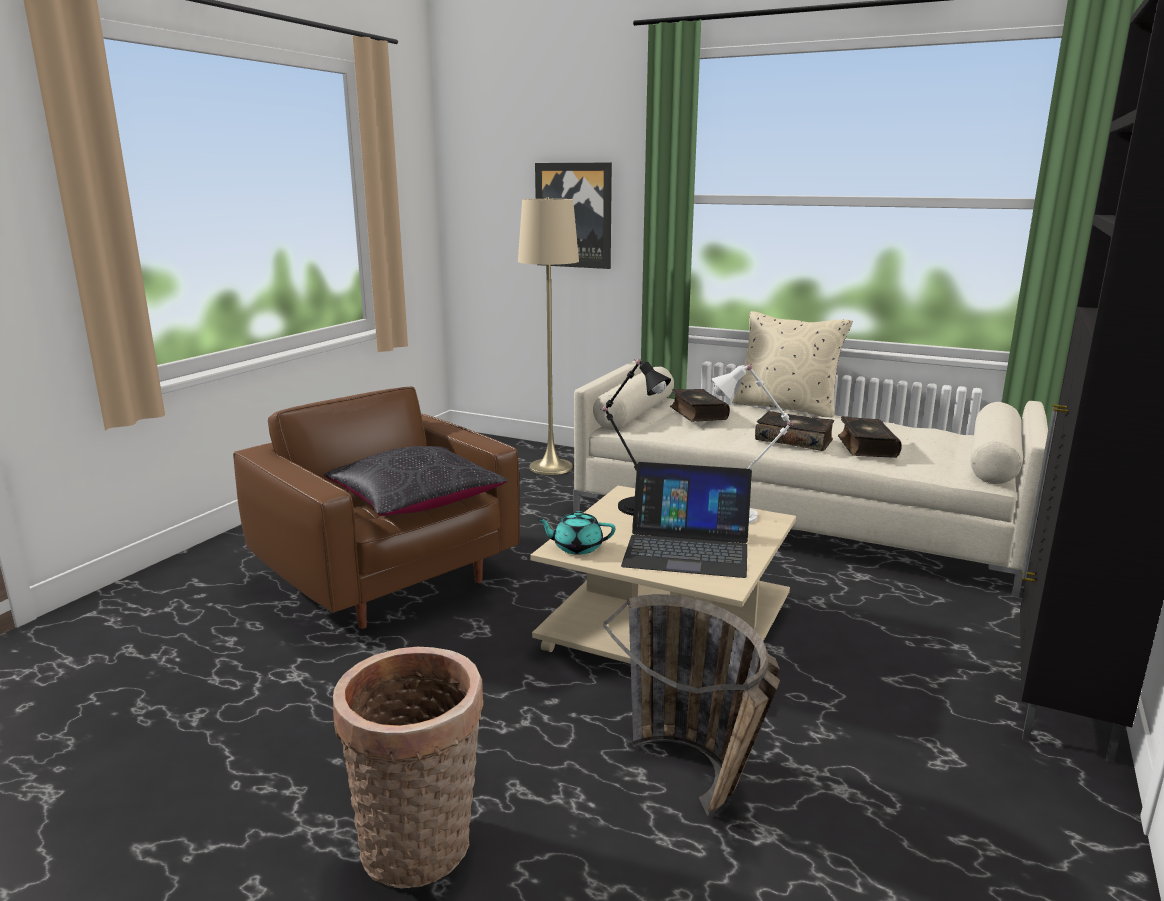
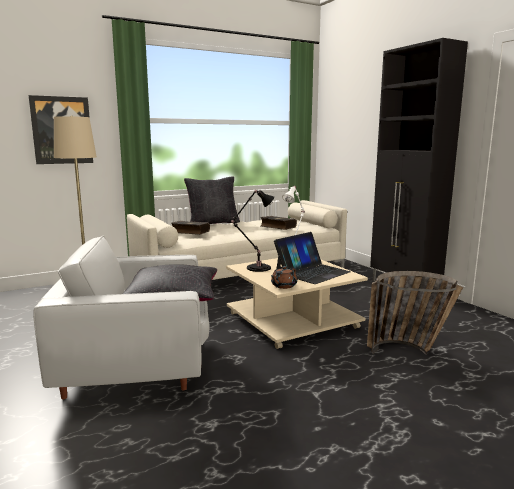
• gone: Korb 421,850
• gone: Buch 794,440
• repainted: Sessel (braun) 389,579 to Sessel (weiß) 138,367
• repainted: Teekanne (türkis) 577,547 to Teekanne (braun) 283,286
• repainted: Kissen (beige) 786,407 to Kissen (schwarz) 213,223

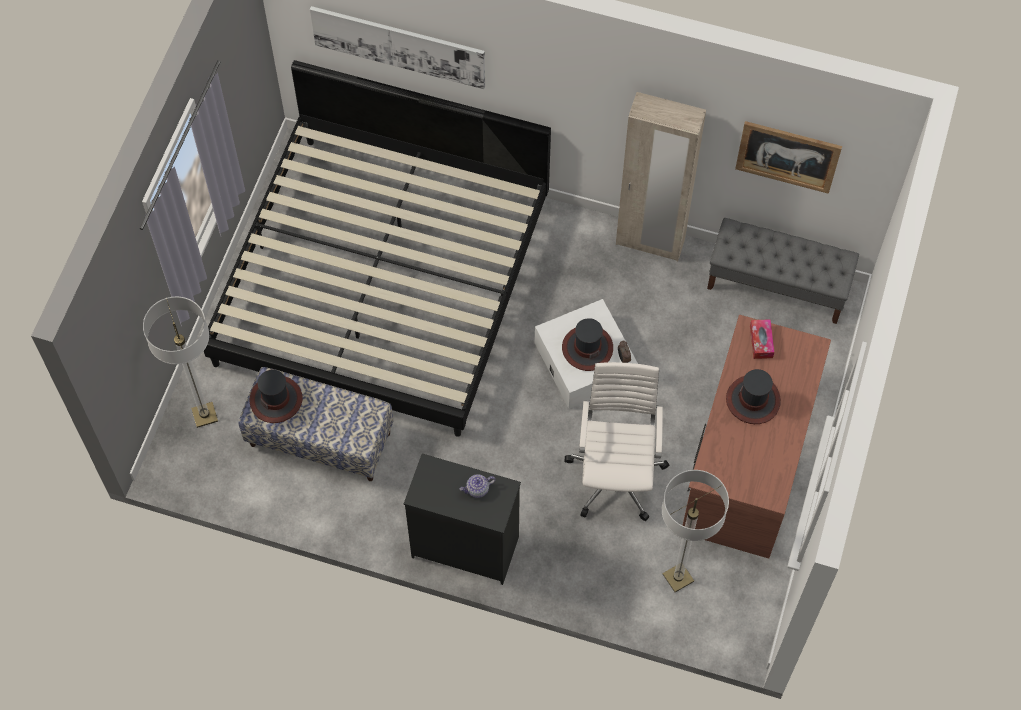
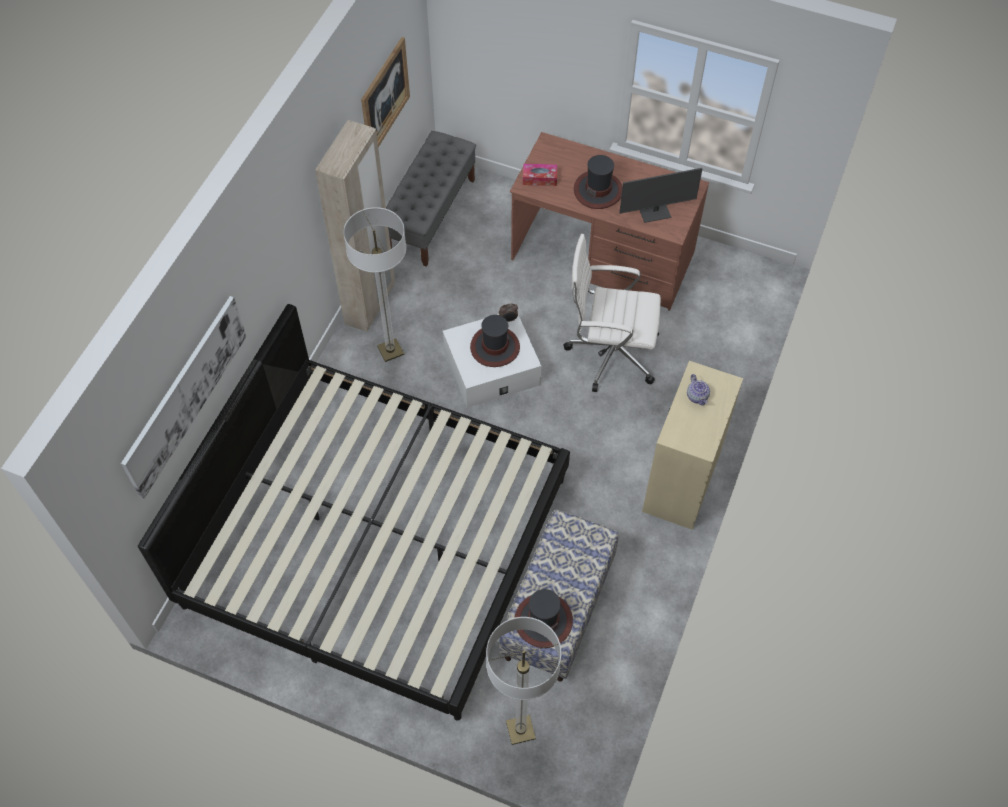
• new: Monitor 654,212
• shifted: Stehlampe 678,578 to 390,351
• repainted: Kommode (schwarz) 465,546 to Kommode (beige) 680,481

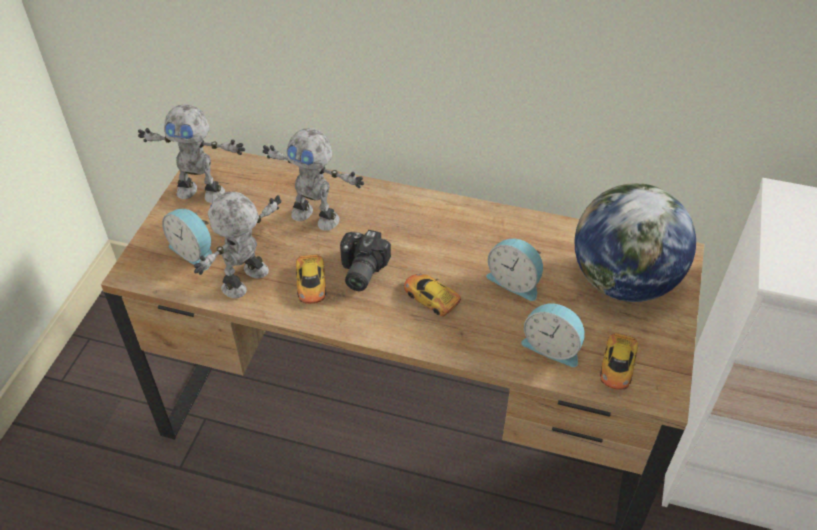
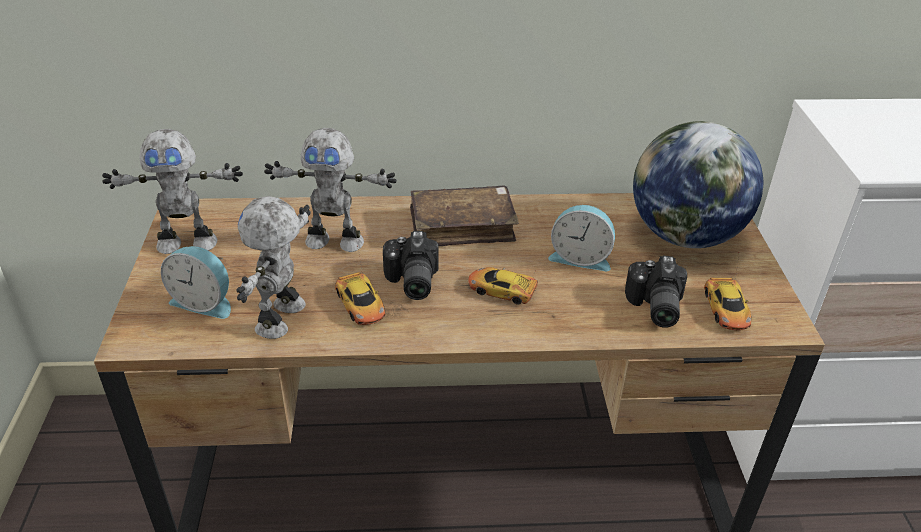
• new: Buch (braun) 462,226
• swapped: Wecker 552,346 to Kamera 653,307

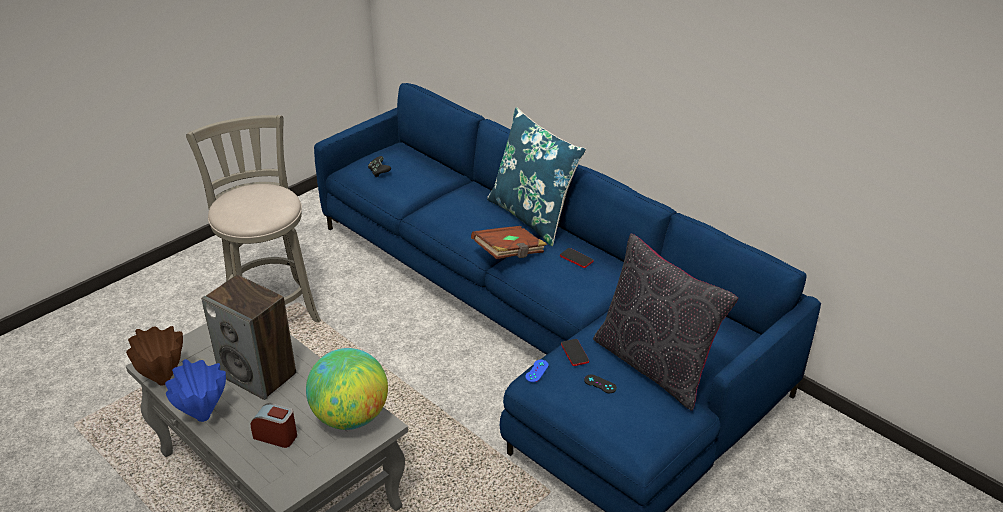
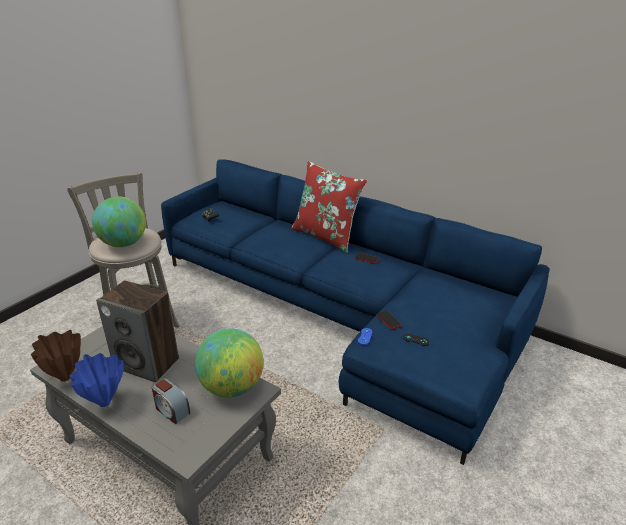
• gone: Buch (braun) 509,253
• gone: Kissen (schwarz) 654,365
• new: Globus 124,243
• repainted: Kissen (blau) 532,216 to Kissen (rot) 326,236
• rotated: Wecker 276,436 = 171,410 150 degrees counterclockwise

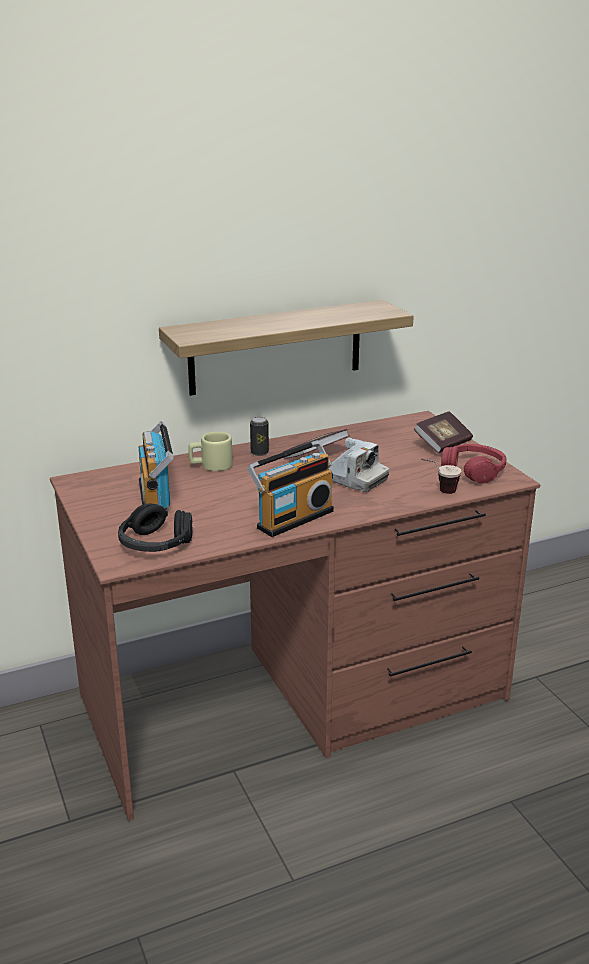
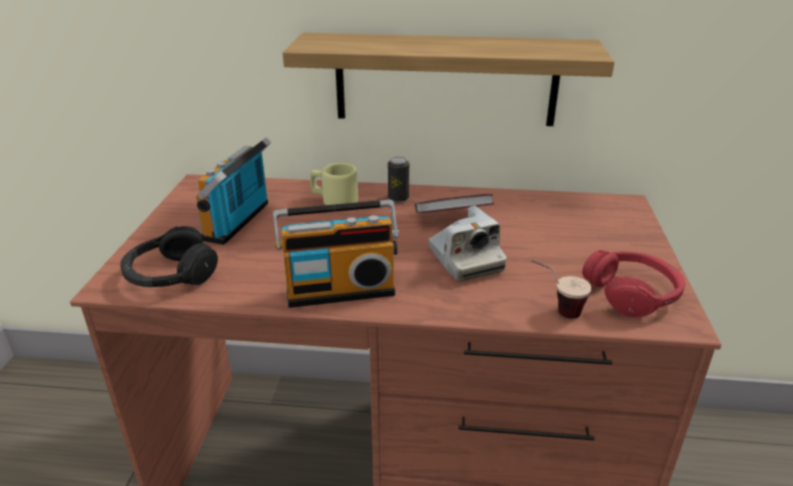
• gone: Buch 443,444

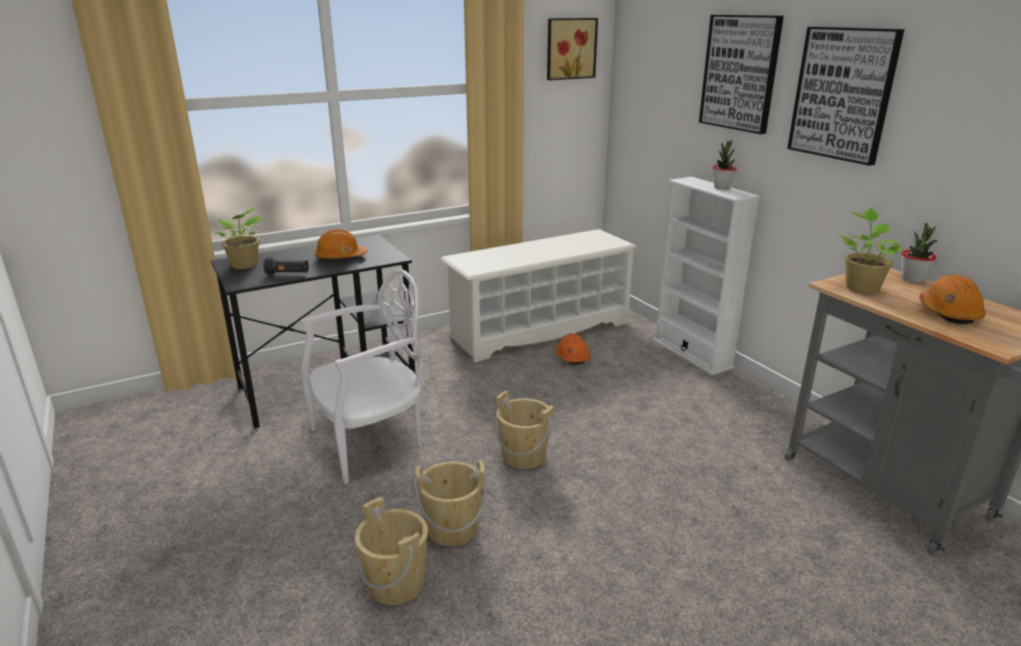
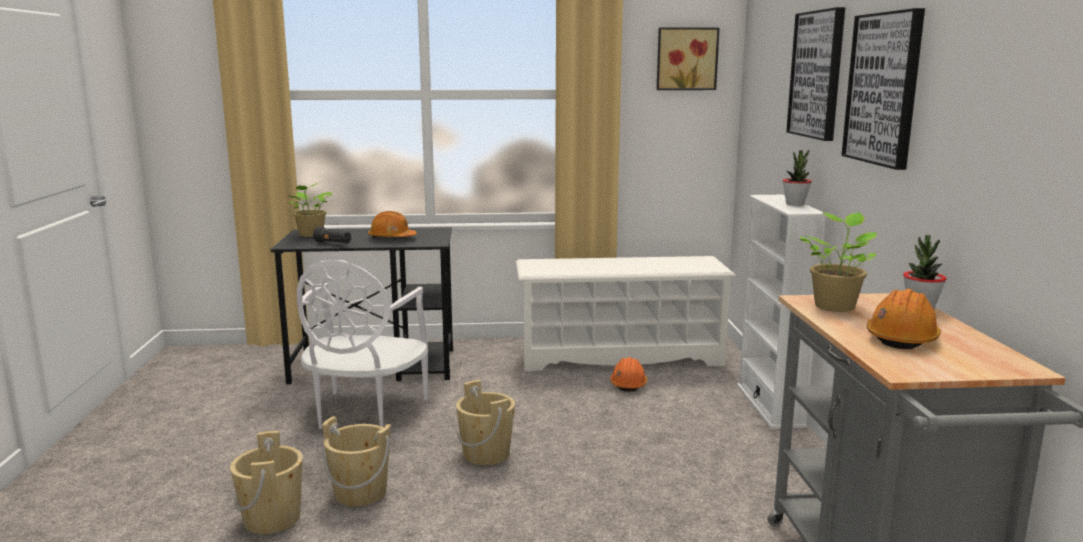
• rotated: Stuhl (weiß) 370,441 = 365,413 105 degrees clockwise

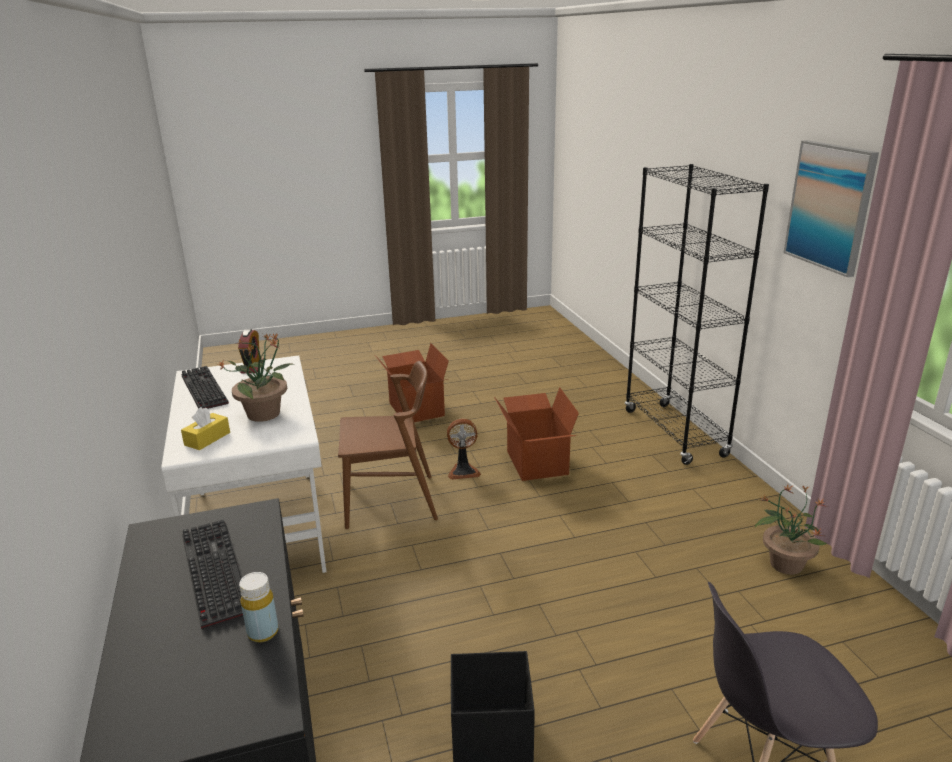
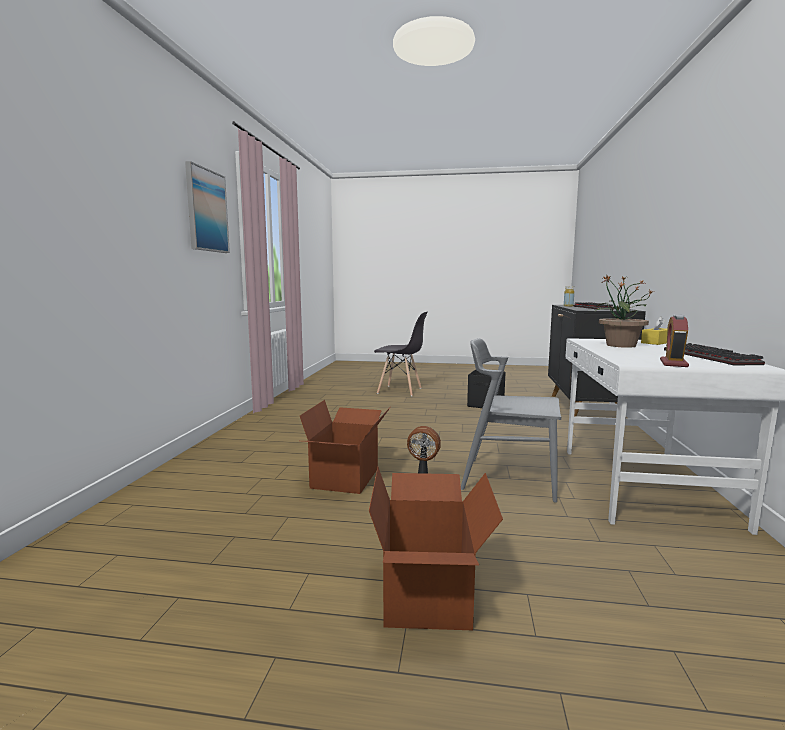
• gone: Bücherregal (schwarz) 674,433
• gone: Topfpflanze 785,563
• repainted: Stuhl (braun) 391,501 to Stuhl (grau) 509,479

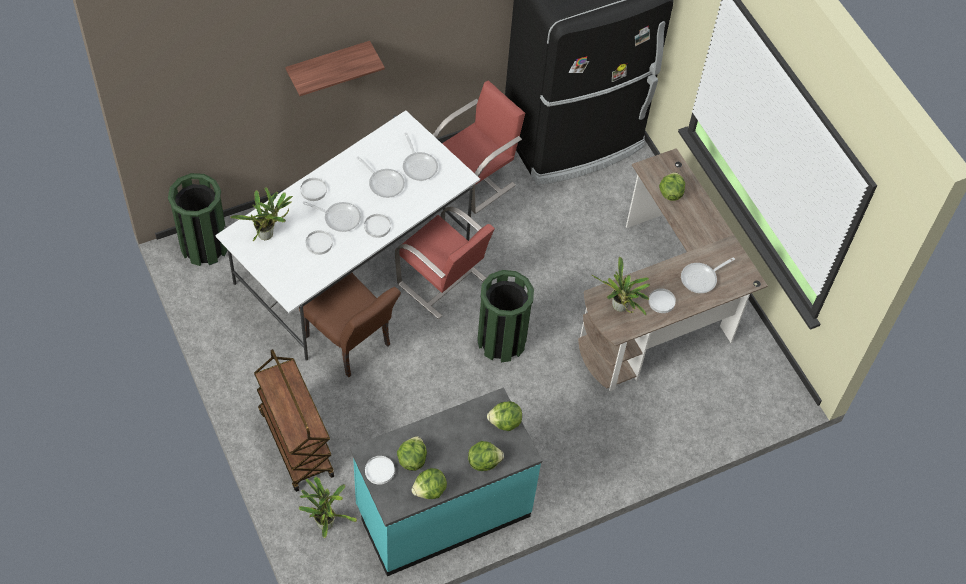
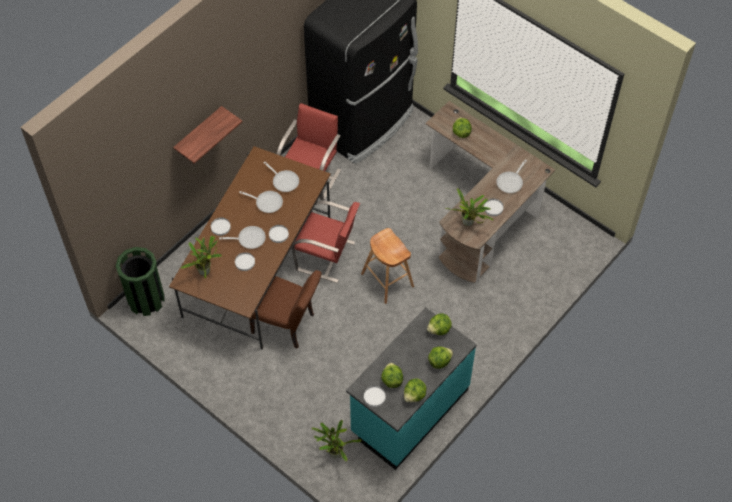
• gone: Rollwagen (braun) 295,442
• swapped: Mülleimer (grün) 501,341 to Hocker (braun) 387,280
• repainted: Esstisch (weiß) 352,263 to Esstisch (braun) 257,269

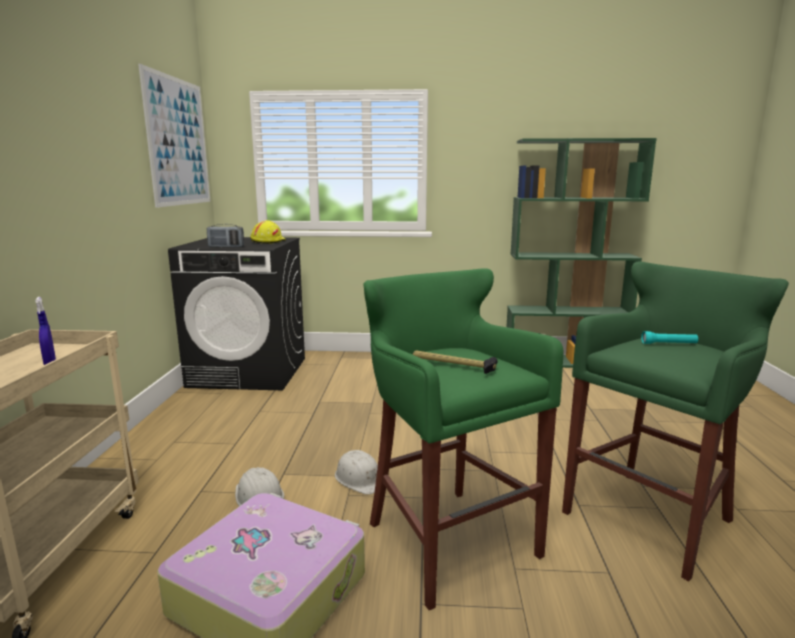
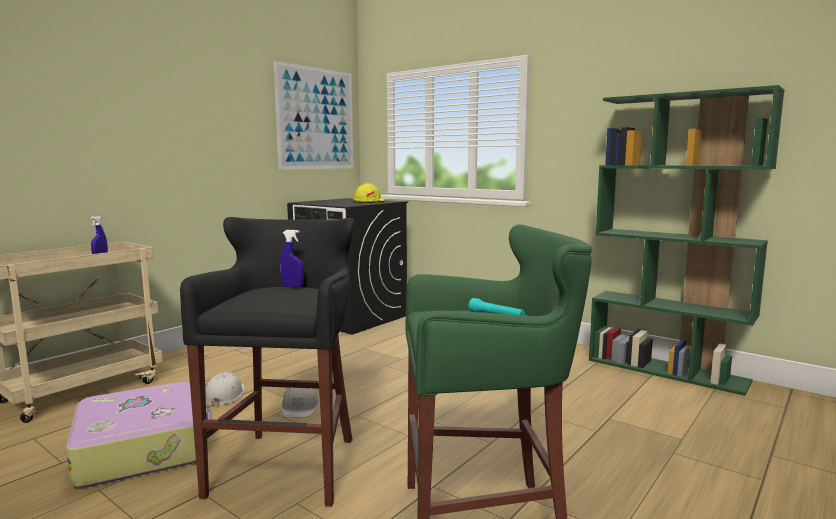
• gone: Radio 226,247
• gone: Hammer 453,365
• new: Sprühflasche (blau) 292,287
• repainted: Hocker (grün) 447,538 to Hocker (schwarz) 288,464

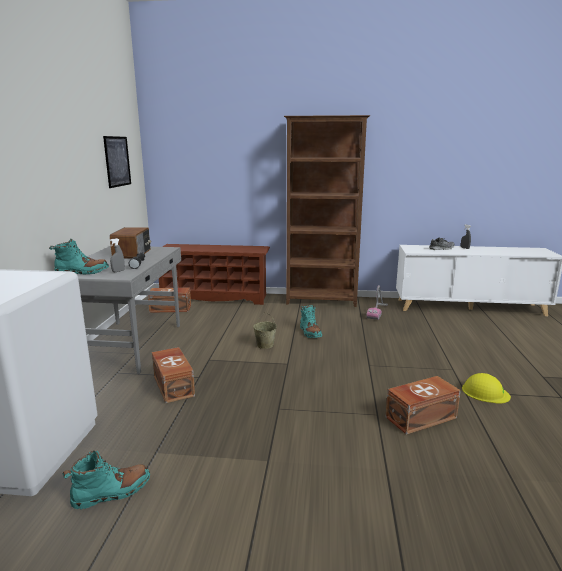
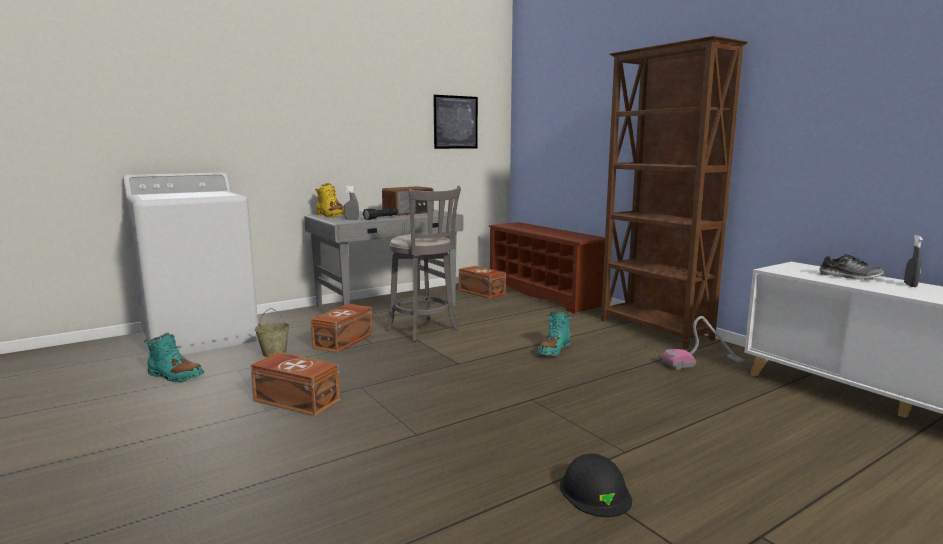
• new: Hocker (grau) 424,331
• shifted: Eimer (beige) 265,345 to 275,353
• shifted: Aufbewahrungsbox (braun) 419,417 to 297,400
• repainted: Stiefel (türkis) 82,272 to Stiefel (gelb) 332,216
• repainted: Schutzhelm (gelb) 485,392 to Schutzhelm (schwarz) 595,491

